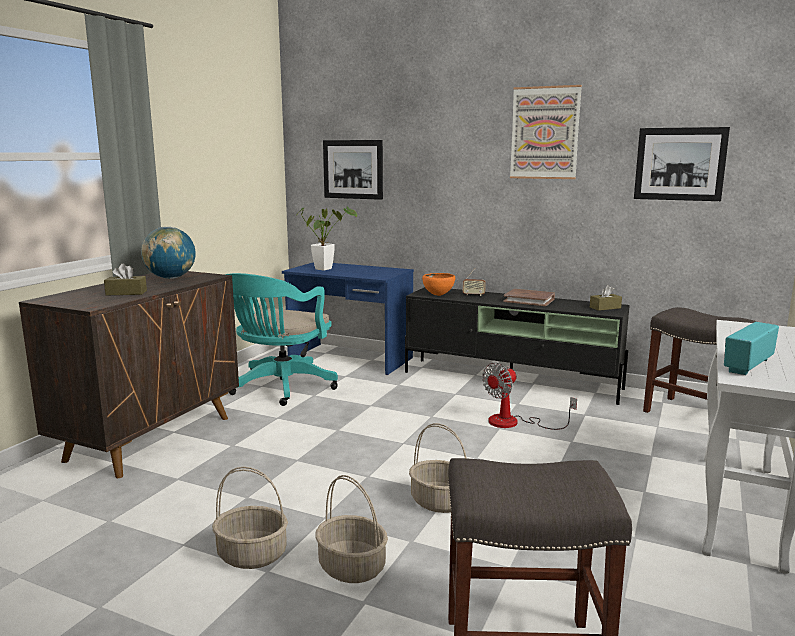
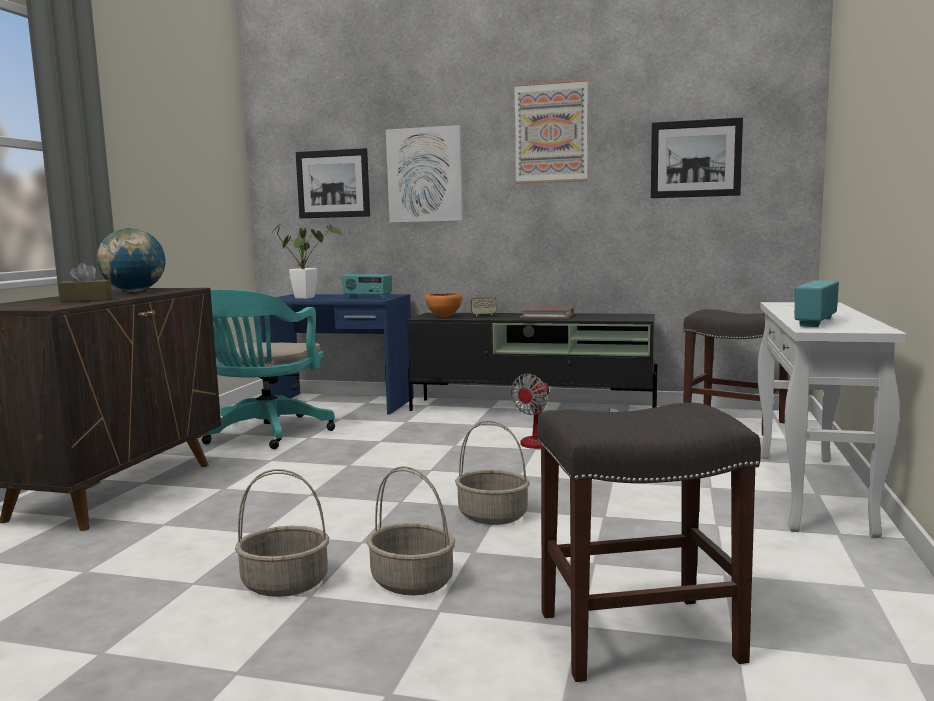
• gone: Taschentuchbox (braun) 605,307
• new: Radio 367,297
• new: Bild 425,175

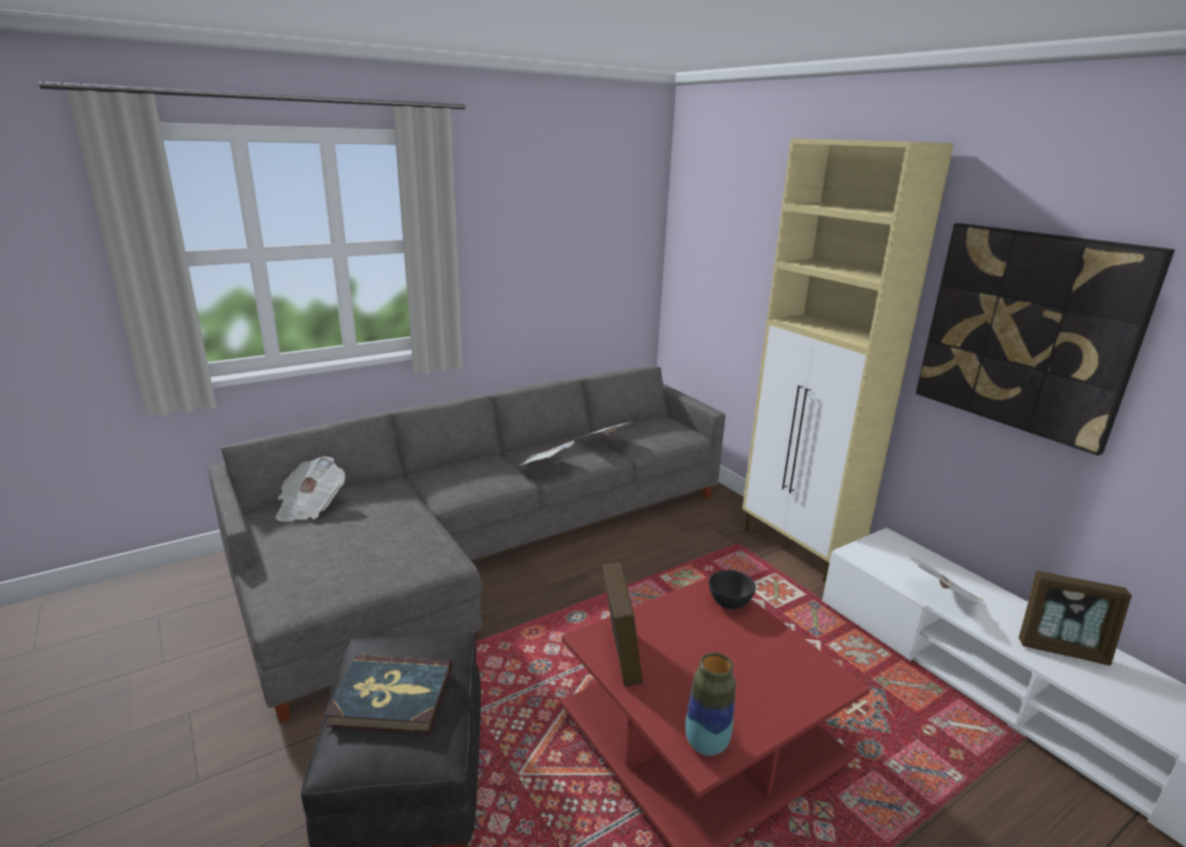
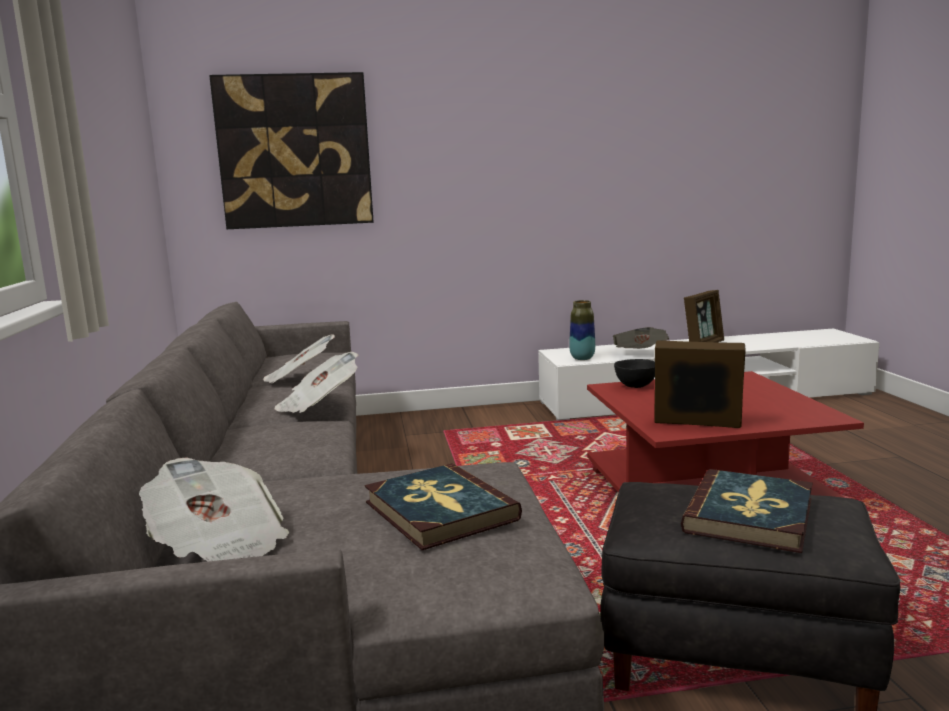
• gone: Schrank (beige) 799,550
• new: Buch 439,511
• shifted: Vase 706,744 to 582,358
• shifted: Bild 1027,332 to 295,151

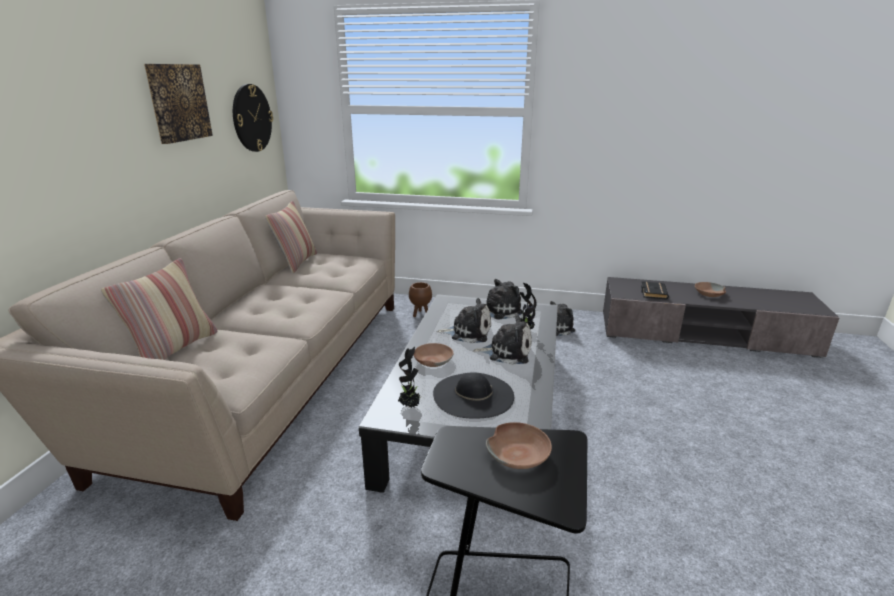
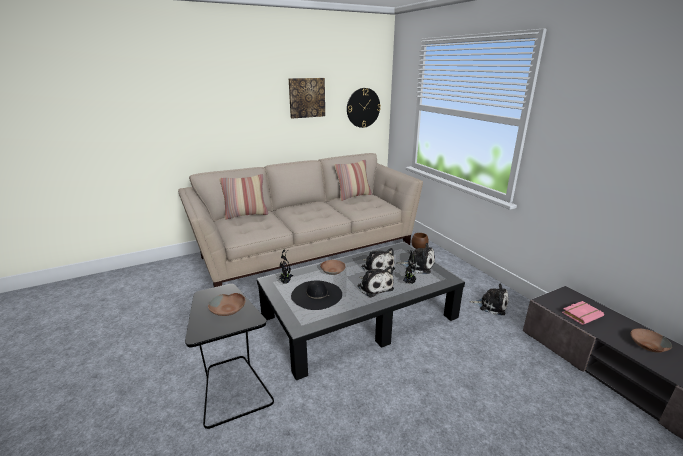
• repainted: Buch (schwarz) 652,292 to Buch (rosa) 581,314

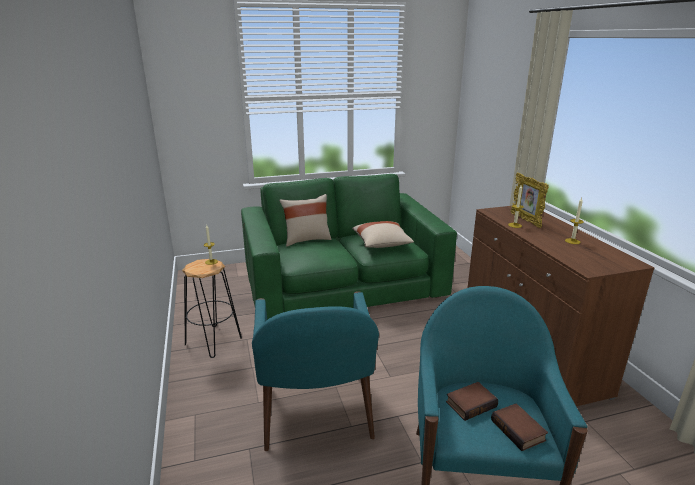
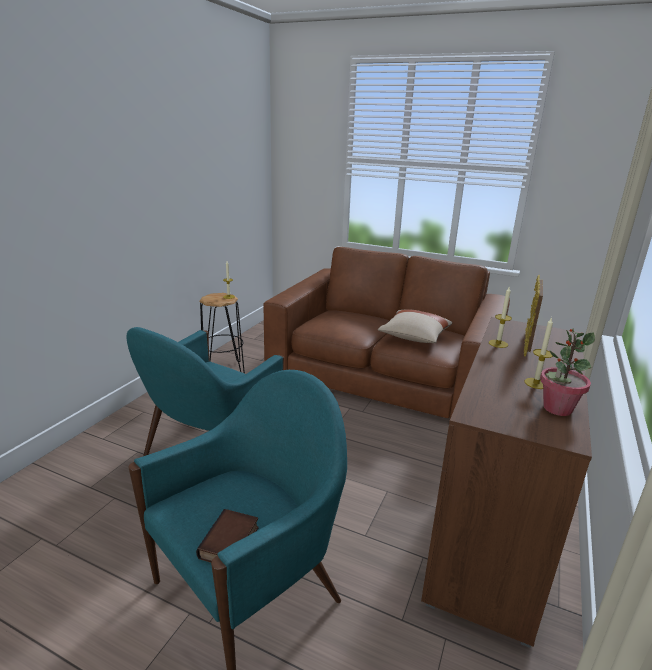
• gone: Kissen (beige) 306,240
• gone: Buch 470,403
• new: Topfpflanze 557,408
• repainted: Sofa (grün) 343,283 to Sofa (braun) 385,372

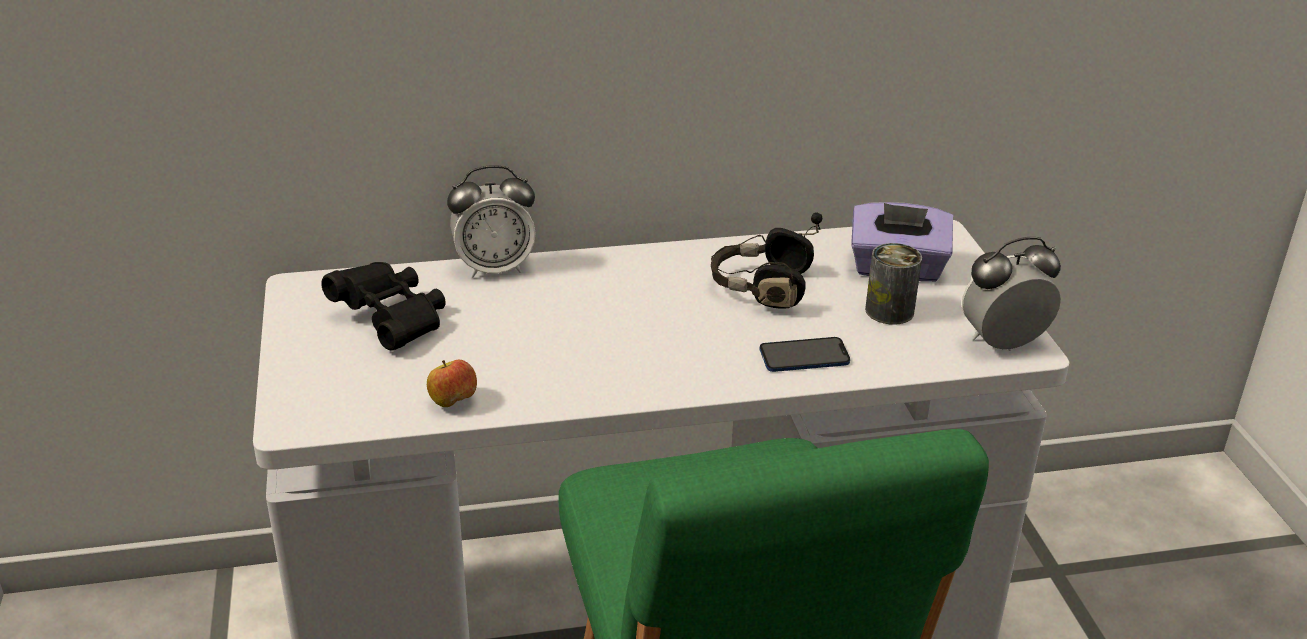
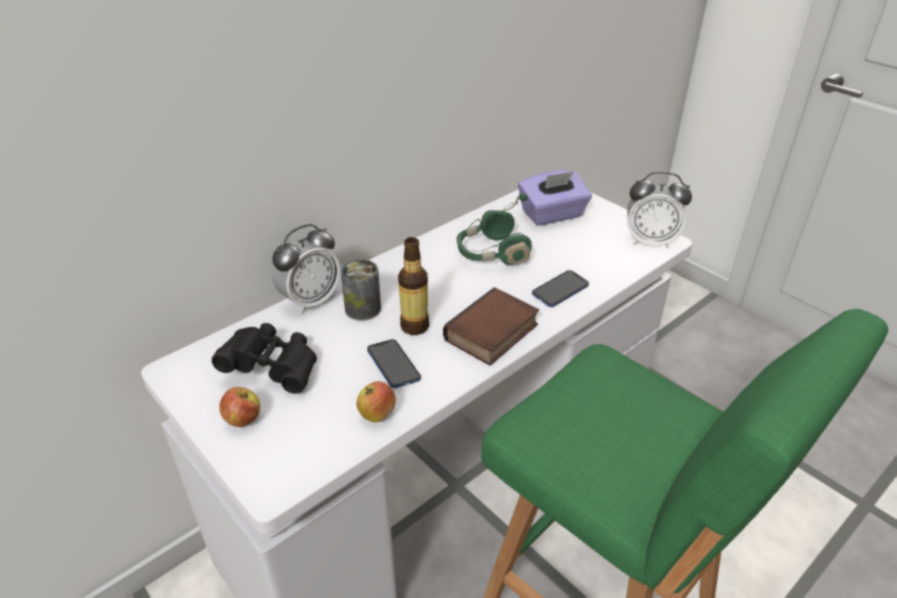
• new: Apfel 243,419
• new: Handy 393,365
• new: Flasche 414,326
• new: Buch 492,334
• shifted: Dose 889,311 to 363,308
• repainted: Kopfhörer (schwarz) 761,287 to Kopfhörer (grün) 492,253
• rotated: Wecker 1003,343 = 650,241 120 degrees counterclockwise

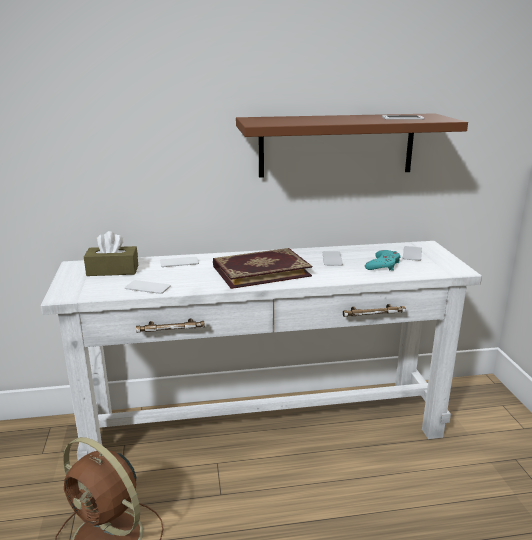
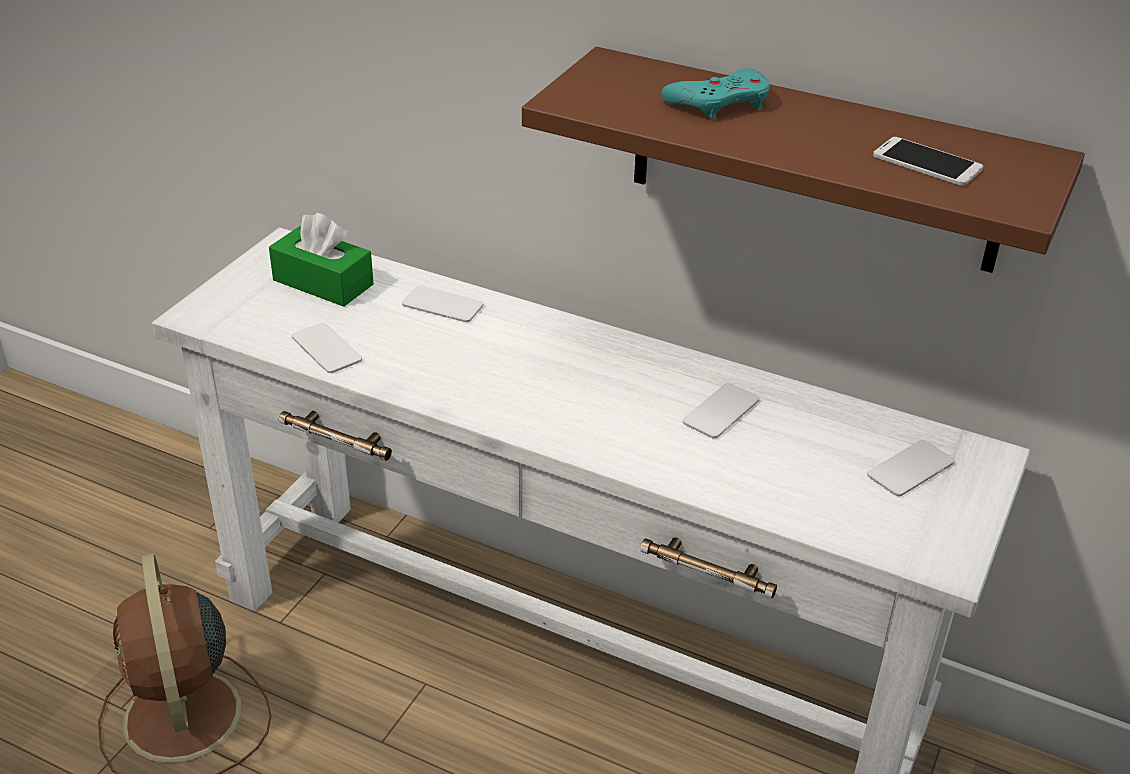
• gone: Buch 260,270
• shifted: Gamepad (türkis) 383,265 to 720,103
• repainted: Taschentuchbox (braun) 112,270 to Taschentuchbox (grün) 323,282

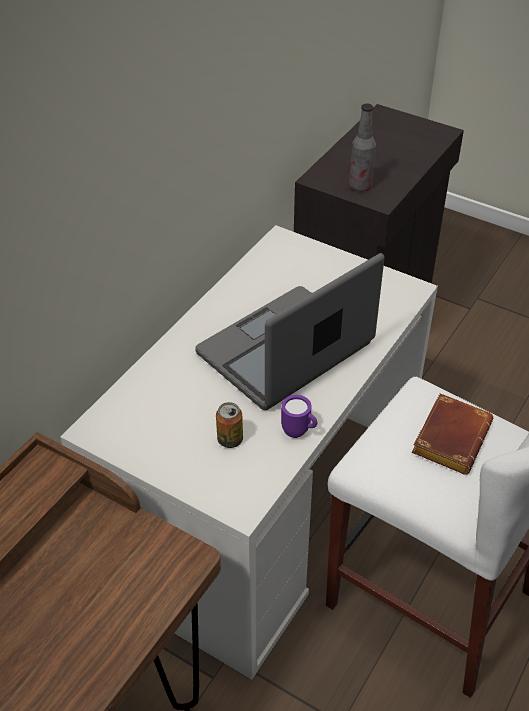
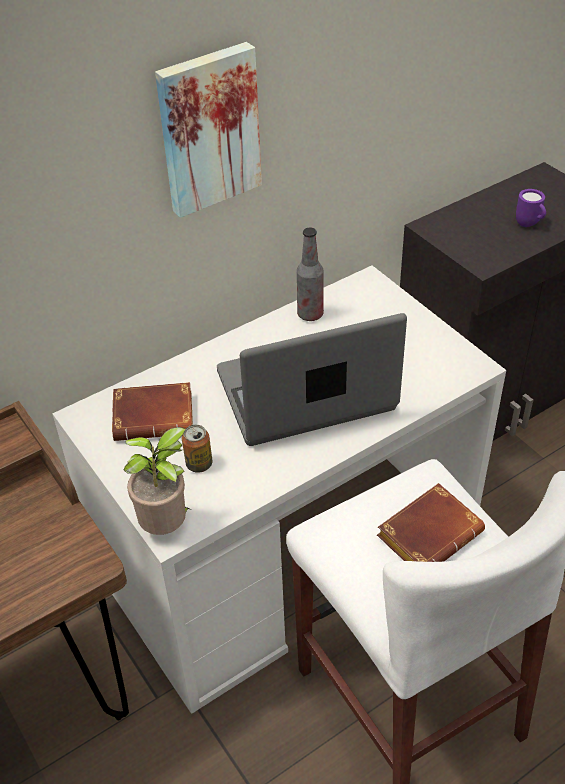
• new: Buch (braun) 156,416
• new: Topfpflanze 167,527
• new: Bild 208,129
• shifted: Henkelbecher (lila) 299,432 to 529,225
• shifted: Flasche 360,186 to 310,314

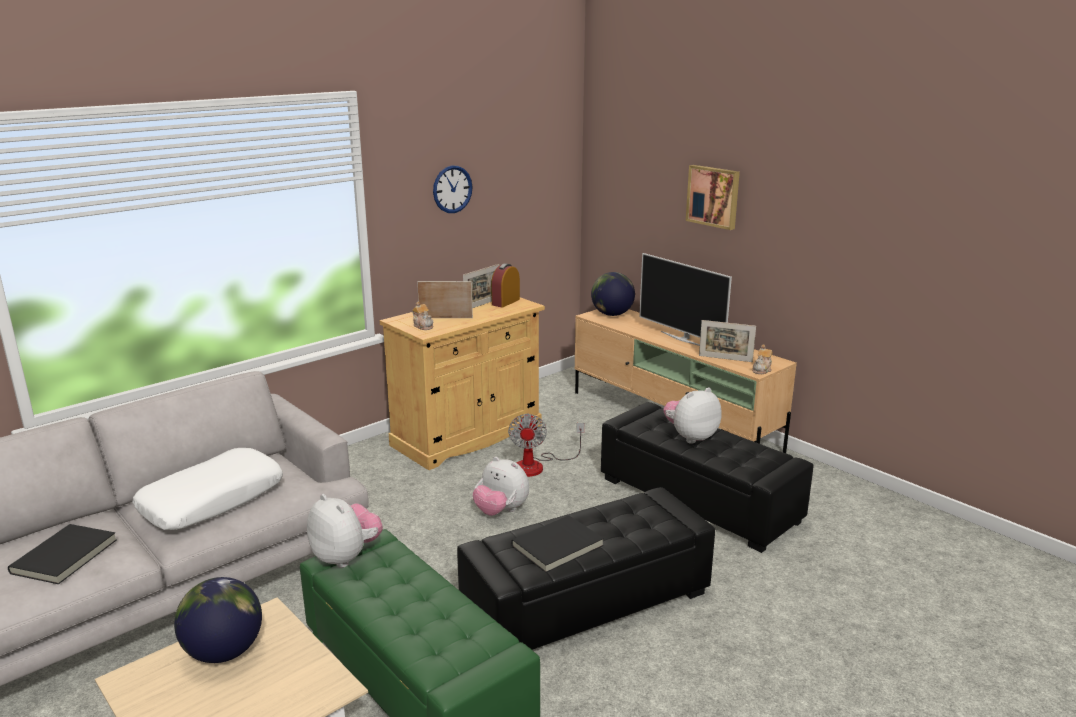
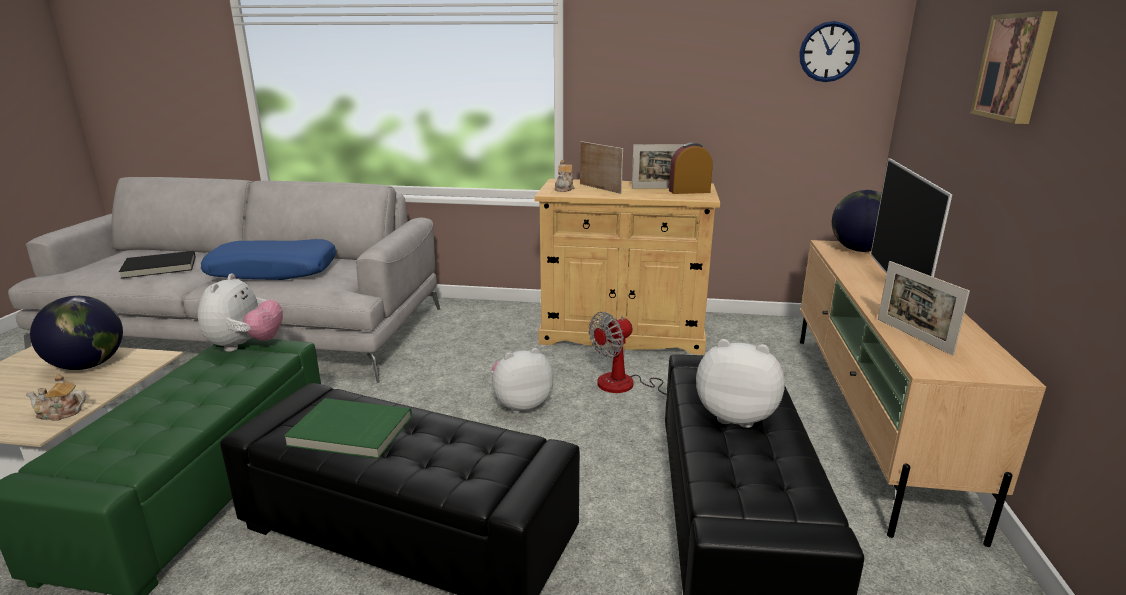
• shifted: Wanduhr 452,189 to 829,52
• shifted: Teekanne 762,370 to 60,413
• repainted: Kissen (weiß) 212,500 to Kissen (blau) 274,271
• repainted: Buch (schwarz) 558,547 to Buch (grün) 350,432
• rotated: Plüschtier 501,511 = 520,404 75 degrees clockwise

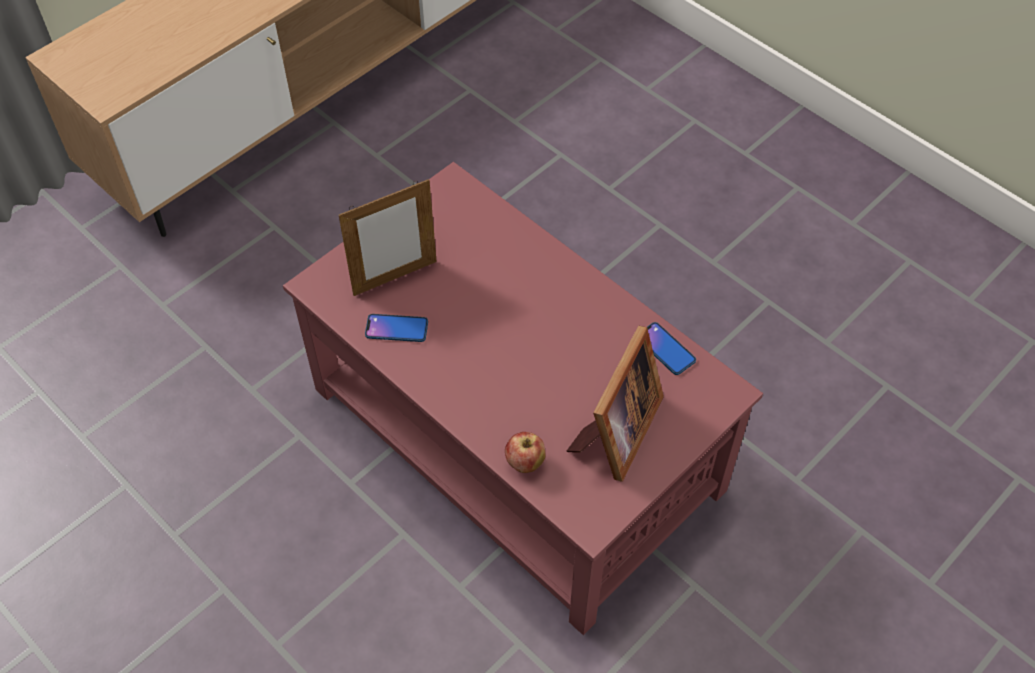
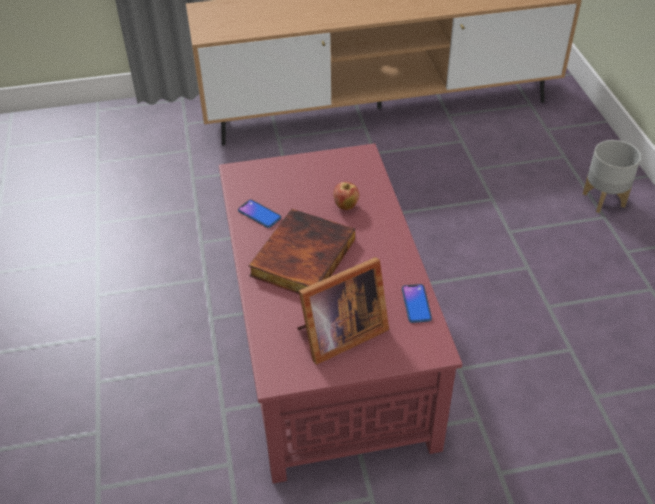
• gone: Bilderrahmen 395,278
• new: Buch 301,256
• new: Pflanzkübel (grau) 604,199
• shifted: Apfel 525,463 to 345,206

